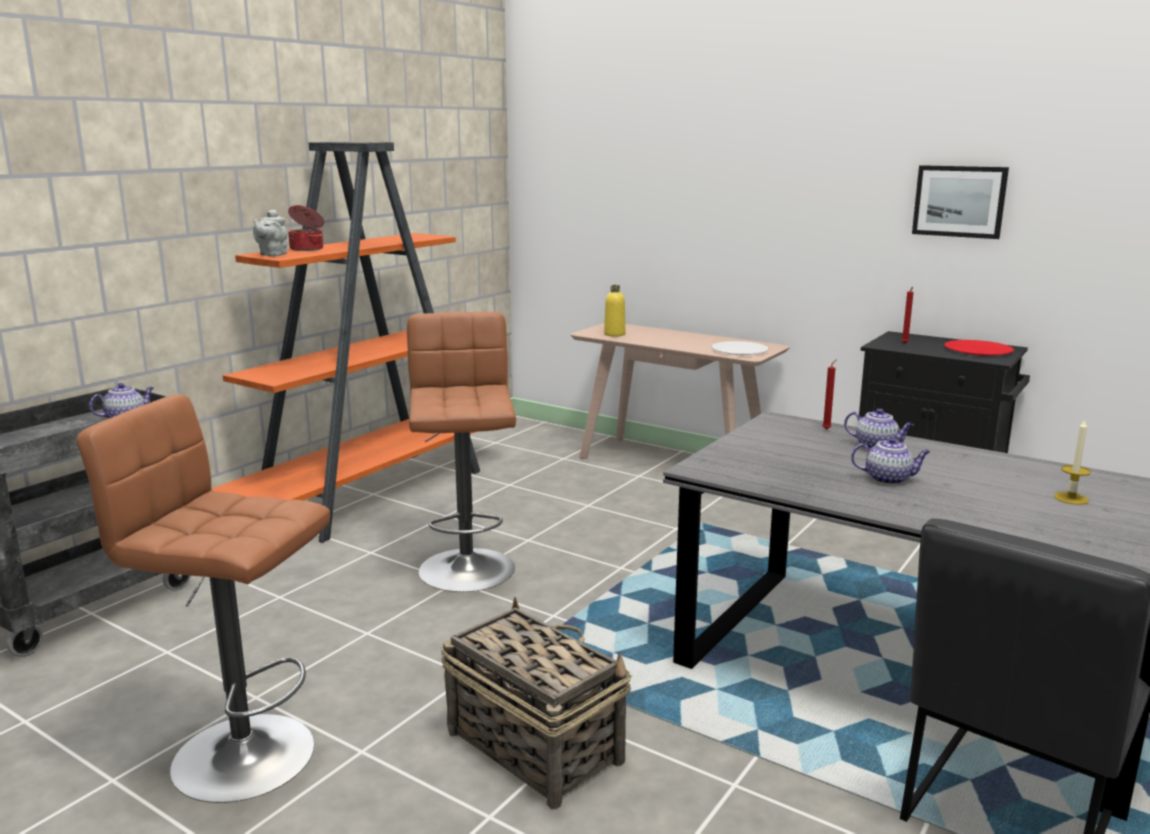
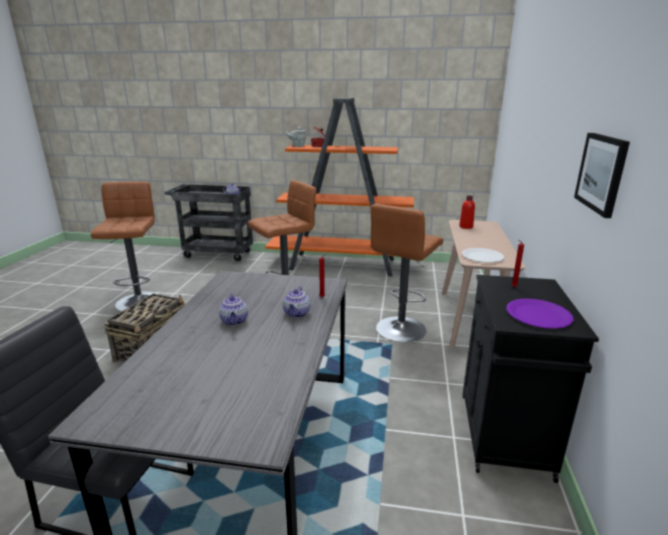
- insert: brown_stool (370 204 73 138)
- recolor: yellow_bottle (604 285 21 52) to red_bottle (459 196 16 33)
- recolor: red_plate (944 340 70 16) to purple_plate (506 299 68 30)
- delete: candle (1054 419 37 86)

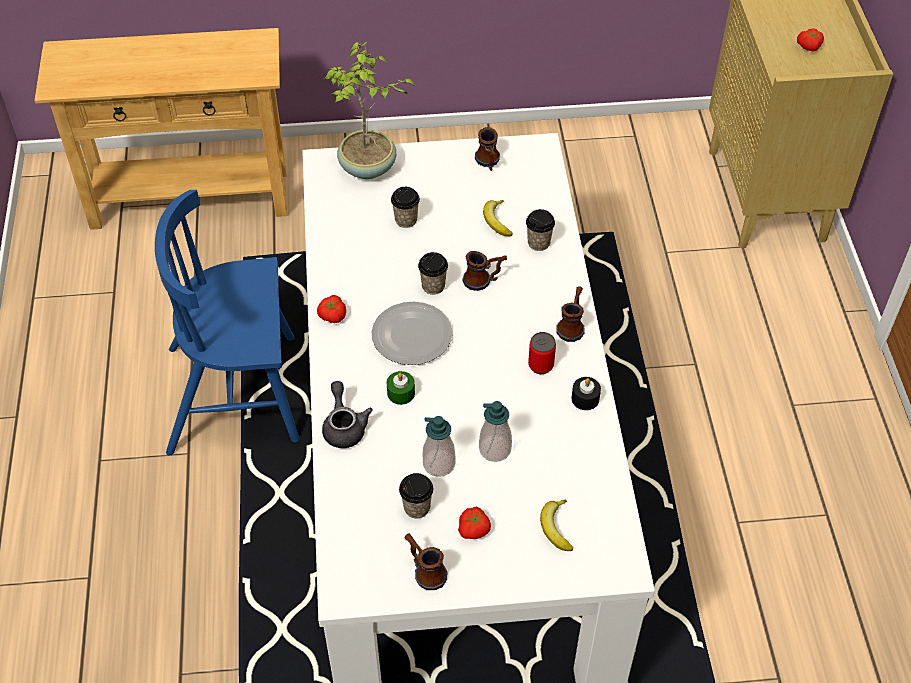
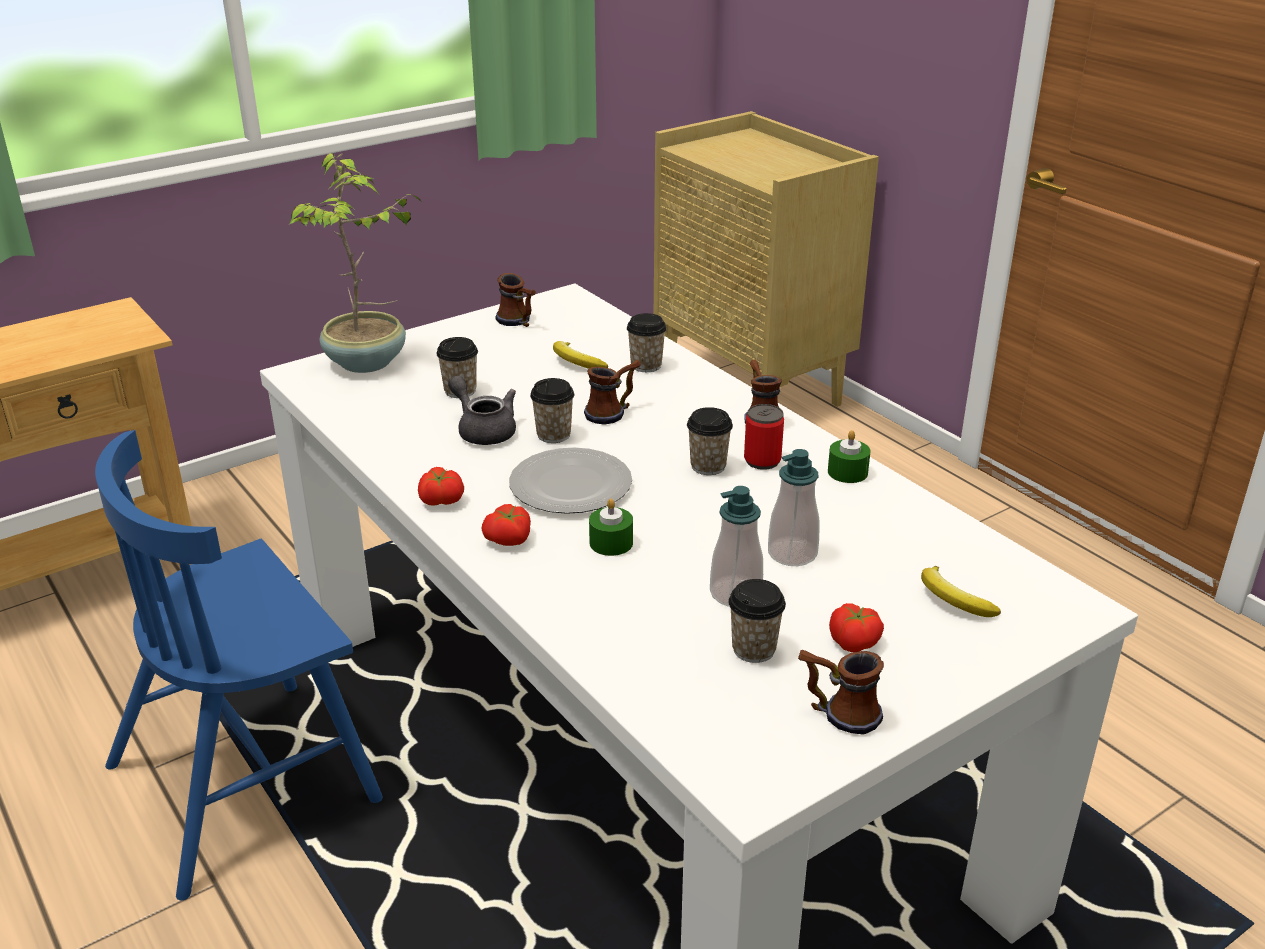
- move: grey_teapot (322 381 51 67) to (448 376 68 69)
- move: tomato (797 28 27 23) to (481 504 50 42)
- insert: cup (687 407 46 68)
- recolor: black_candle (571 377 30 33) to green_candle (828 430 43 53)

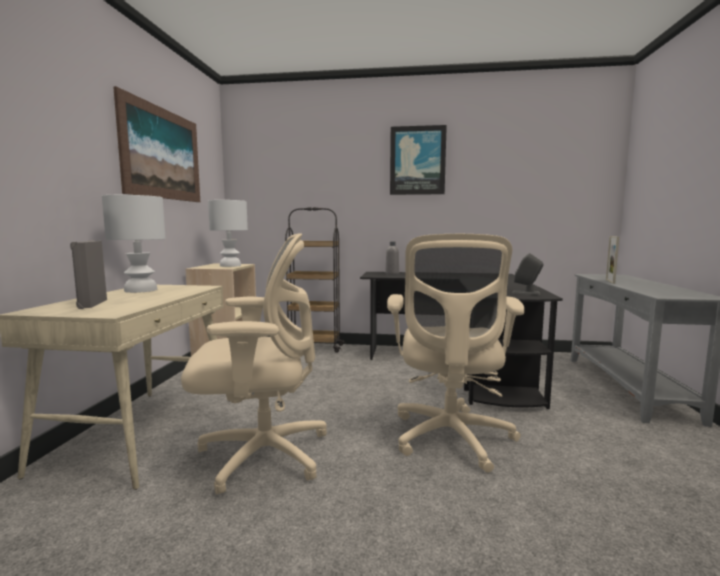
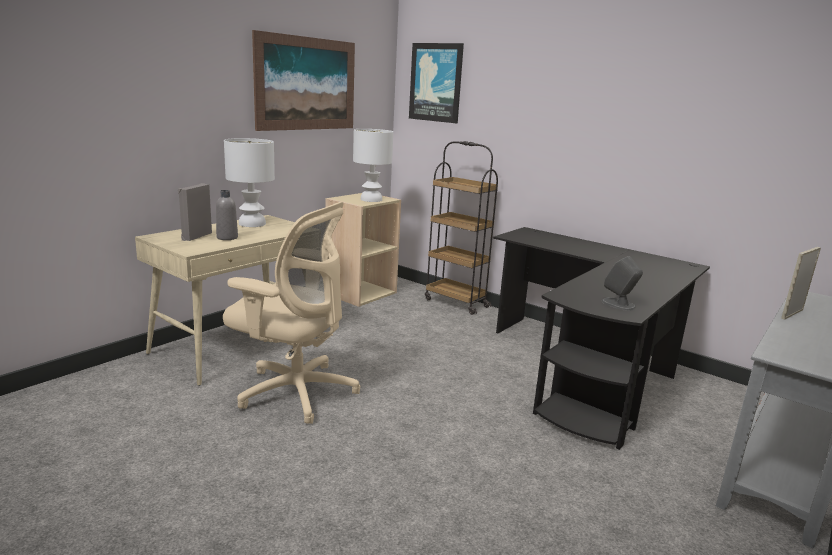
- move: grey_bottle (385 242 14 32) to (216 190 22 50)
- move: picture (390 125 57 70) to (409 43 55 80)
- delete: beige_office_chair (387 234 137 239)

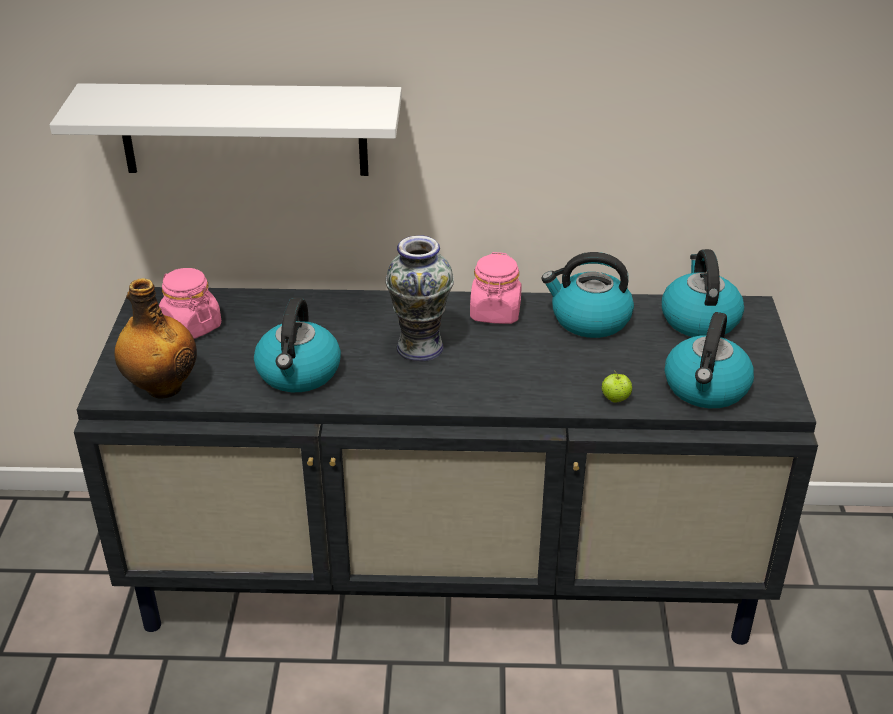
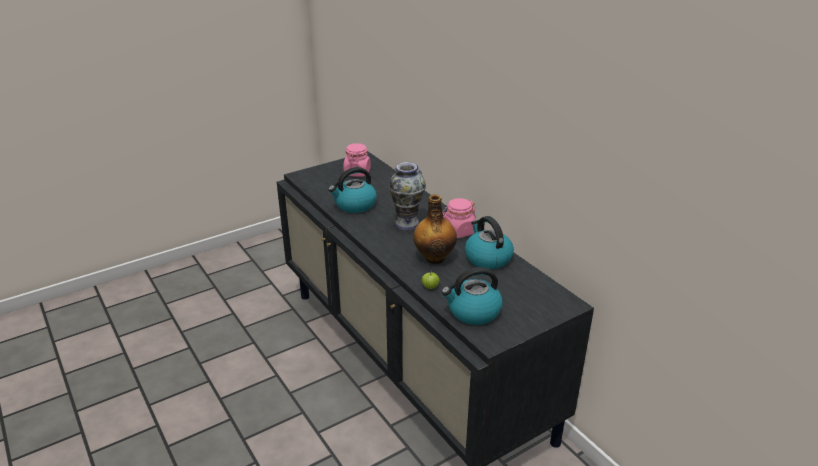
- move: bottle (114 278 83 121) to (413 194 44 70)
- delete: white_shelf (50 83 352 93)
- delete: kettle (662 249 82 88)

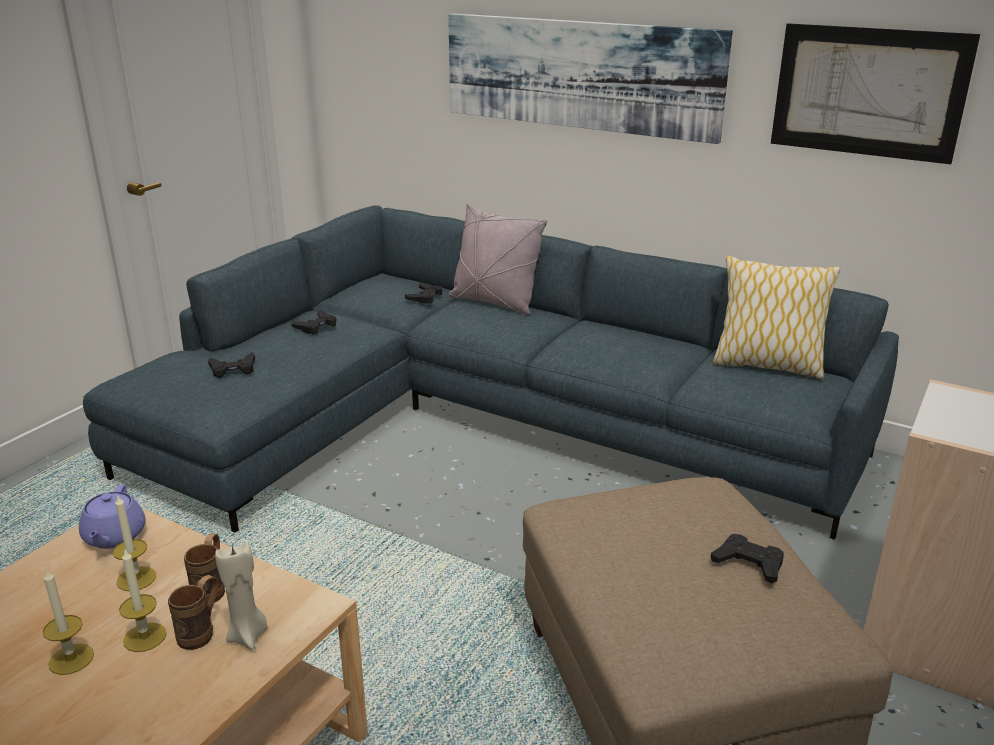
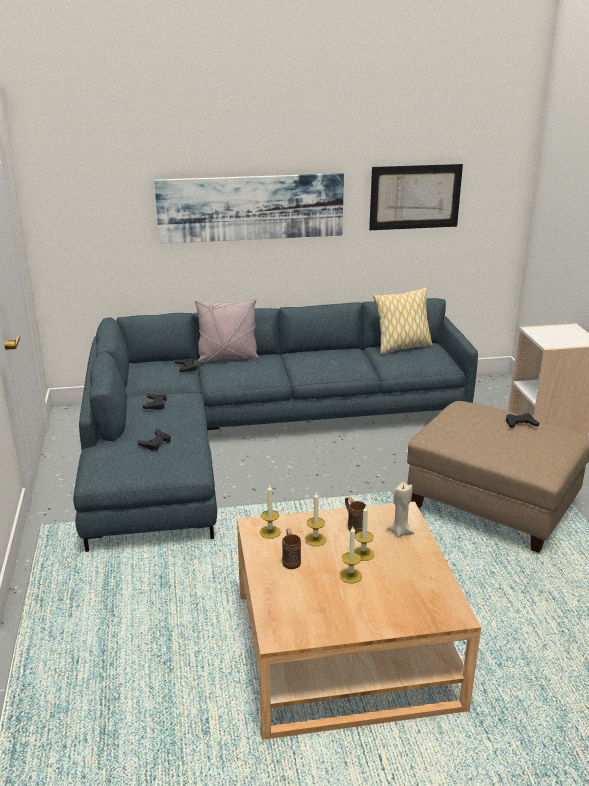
- replace: purple_teapot (79 484 66 65) to candle (260 484 21 55)
- move: brown_mug (168 575 51 75) to (282 528 19 41)

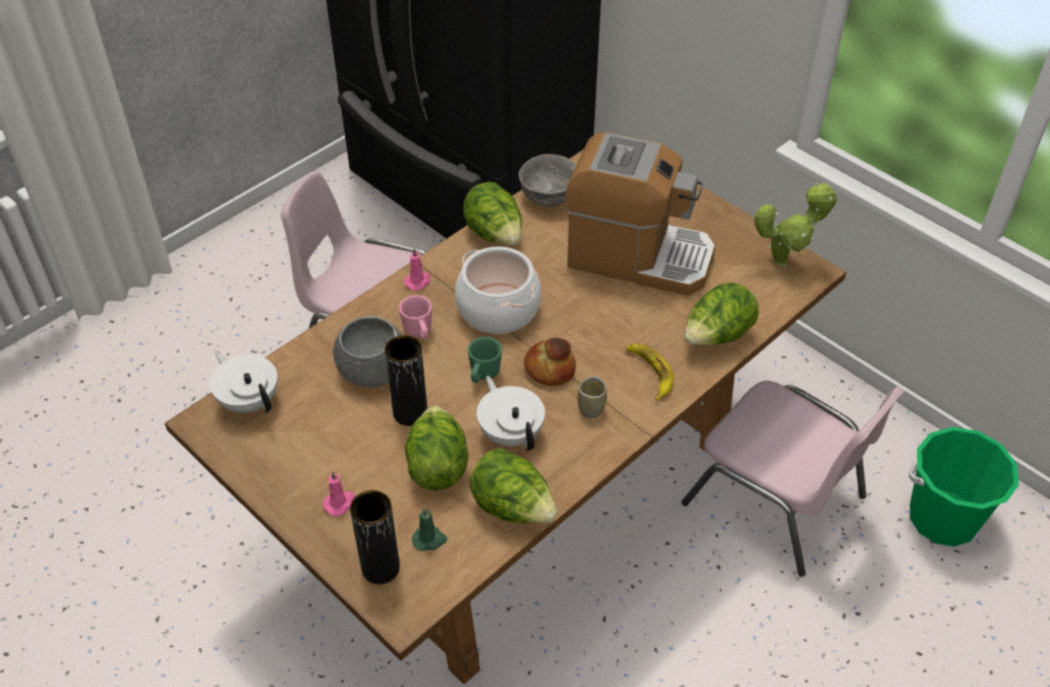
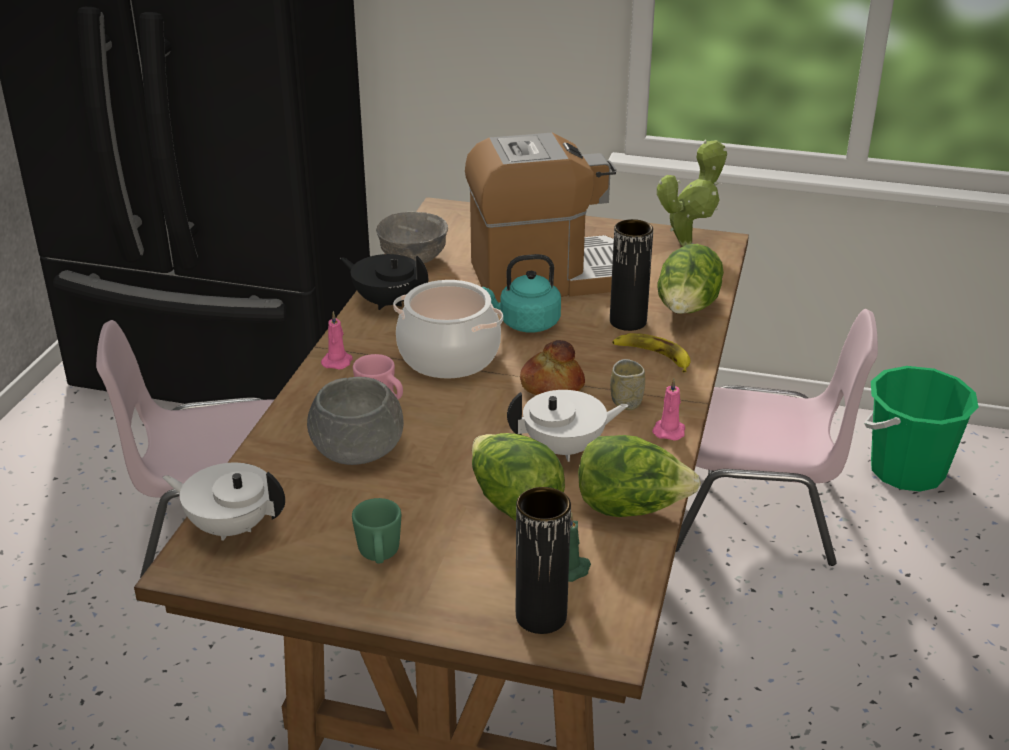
- replace: lettuce (463 182 59 63) to black_teapot (340 254 88 56)
- move: green_mug (468 337 34 46) to (352 498 49 65)
- insert: turquoise_kettle (482 254 79 79)
- rotate: white_teapot (477 376 68 75) = (507 390 122 72) 135 degrees clockwise
- move: black_vase (385 335 42 91) to (610 219 43 112)
- move: pink_candle (323 471 32 45) to (652 378 33 63)

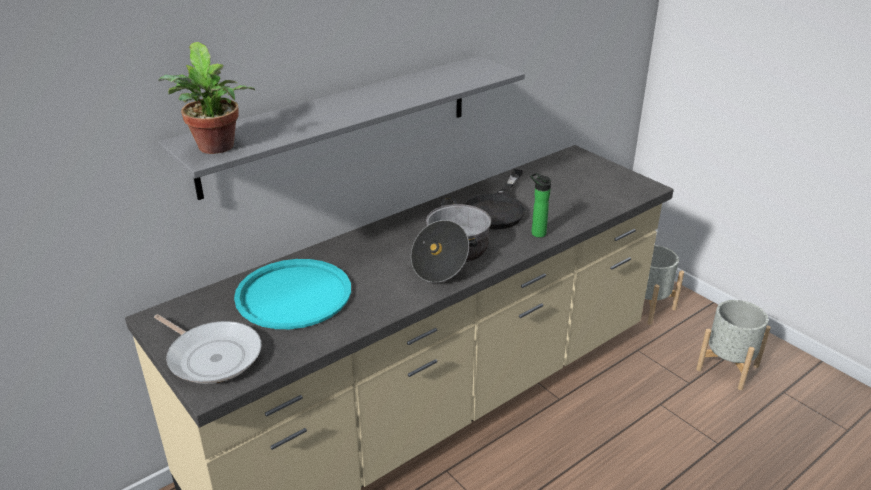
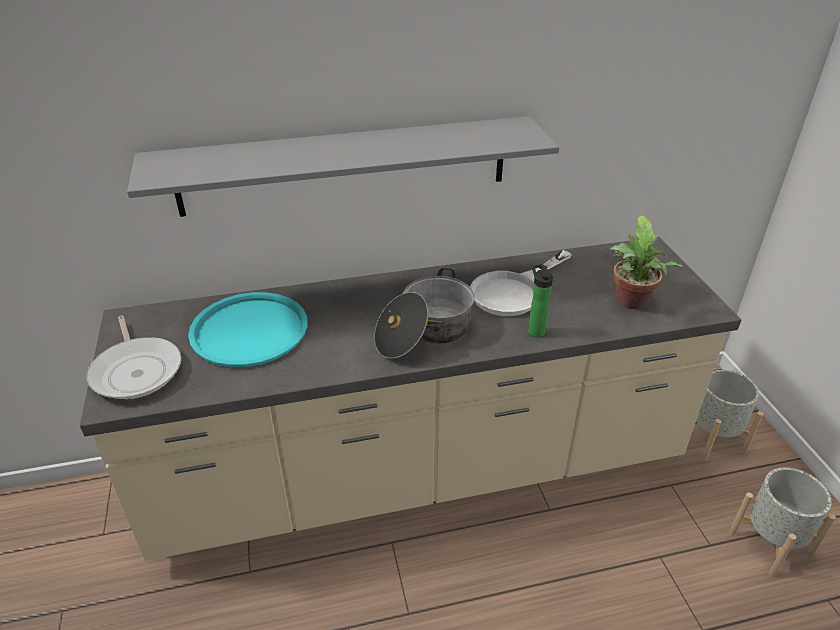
- recolor: black_frying_pan (463 169 63 61) to white_frying_pan (470 250 102 66)
- move: potted_plant (158 42 97 112) to (609 215 74 94)

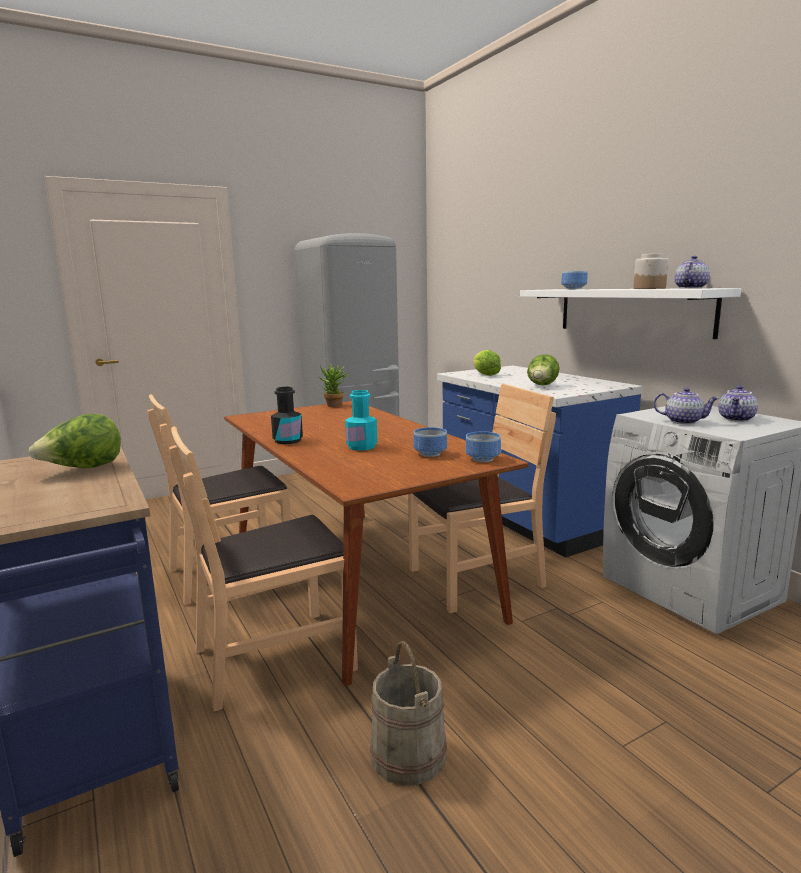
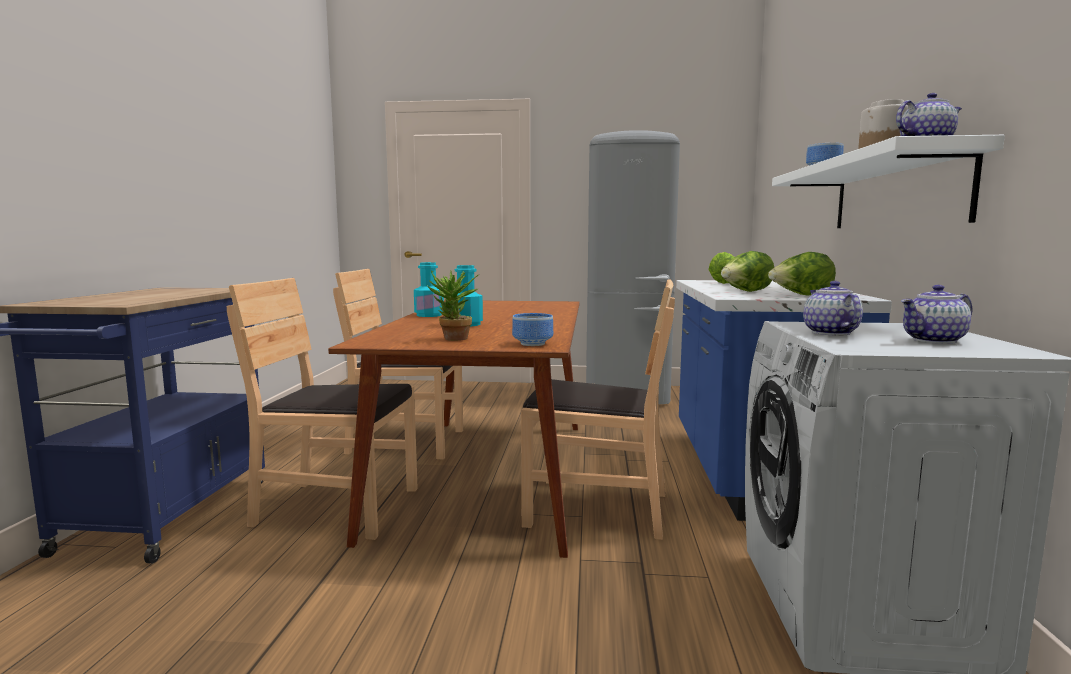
- recolor: black_bottle (271 387 32 57) to turquoise_bottle (414 262 30 55)
- move: potted_plant (319 364 30 43) to (427 270 51 71)
- move: lettuce (29 414 92 54) to (768 252 68 44)
- rotate: teapot (653 388 66 36) = (803 281 60 54) 150 degrees counterclockwise
- delete: beige_bucket (370 641 77 144)
- delete: bowl (413 427 34 30)

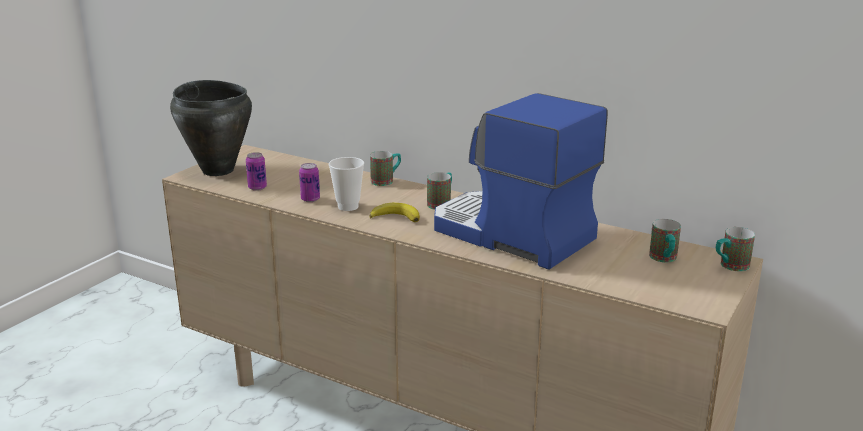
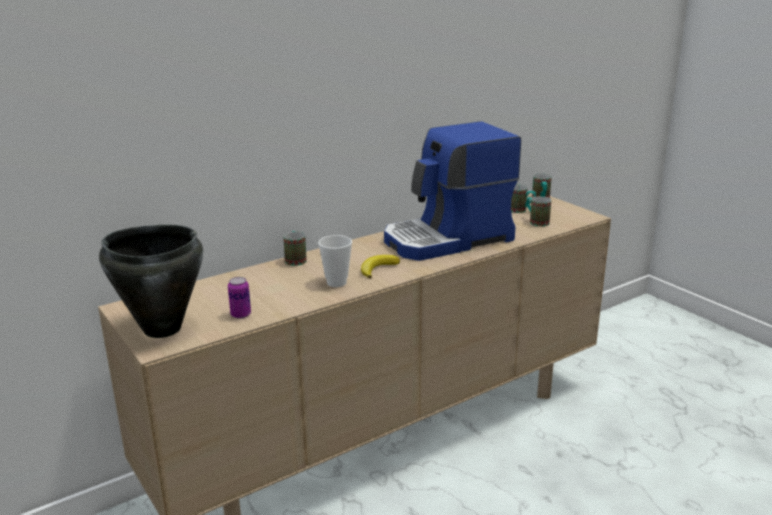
- move: mug (427 172 25 38) to (526 196 25 31)
- delete: can (299 163 21 39)

